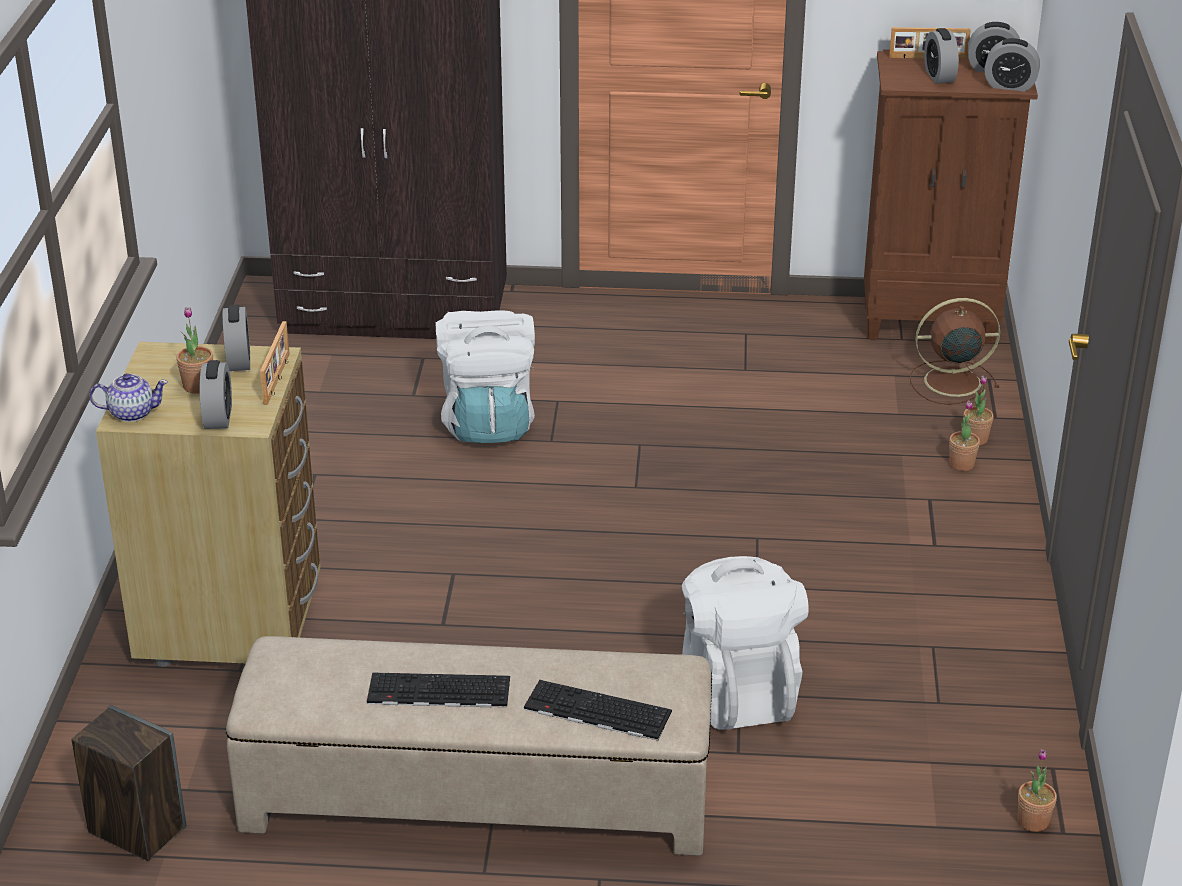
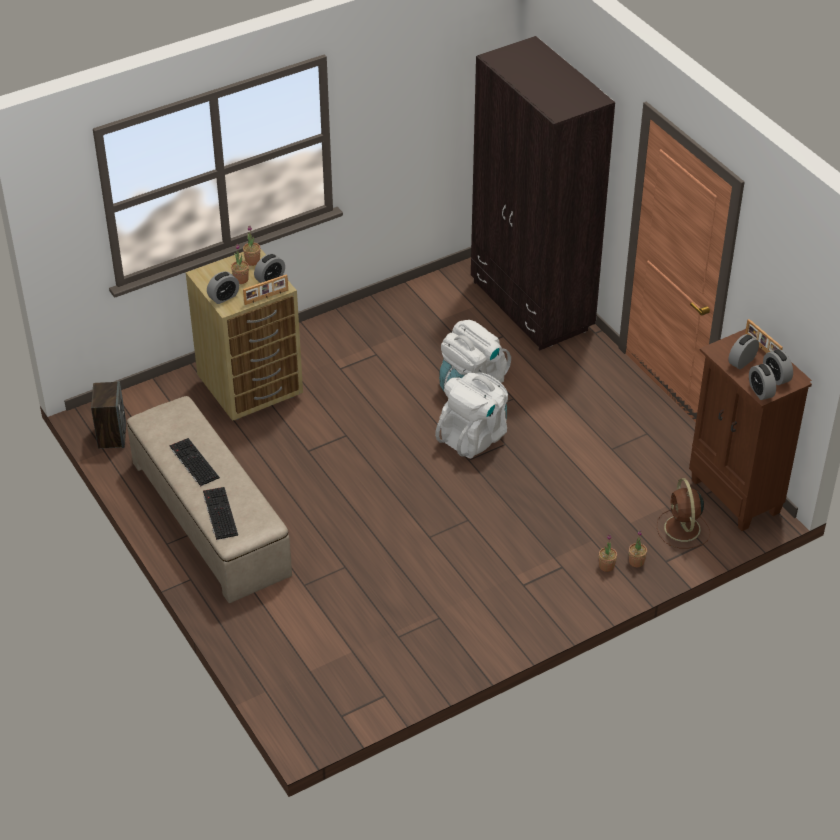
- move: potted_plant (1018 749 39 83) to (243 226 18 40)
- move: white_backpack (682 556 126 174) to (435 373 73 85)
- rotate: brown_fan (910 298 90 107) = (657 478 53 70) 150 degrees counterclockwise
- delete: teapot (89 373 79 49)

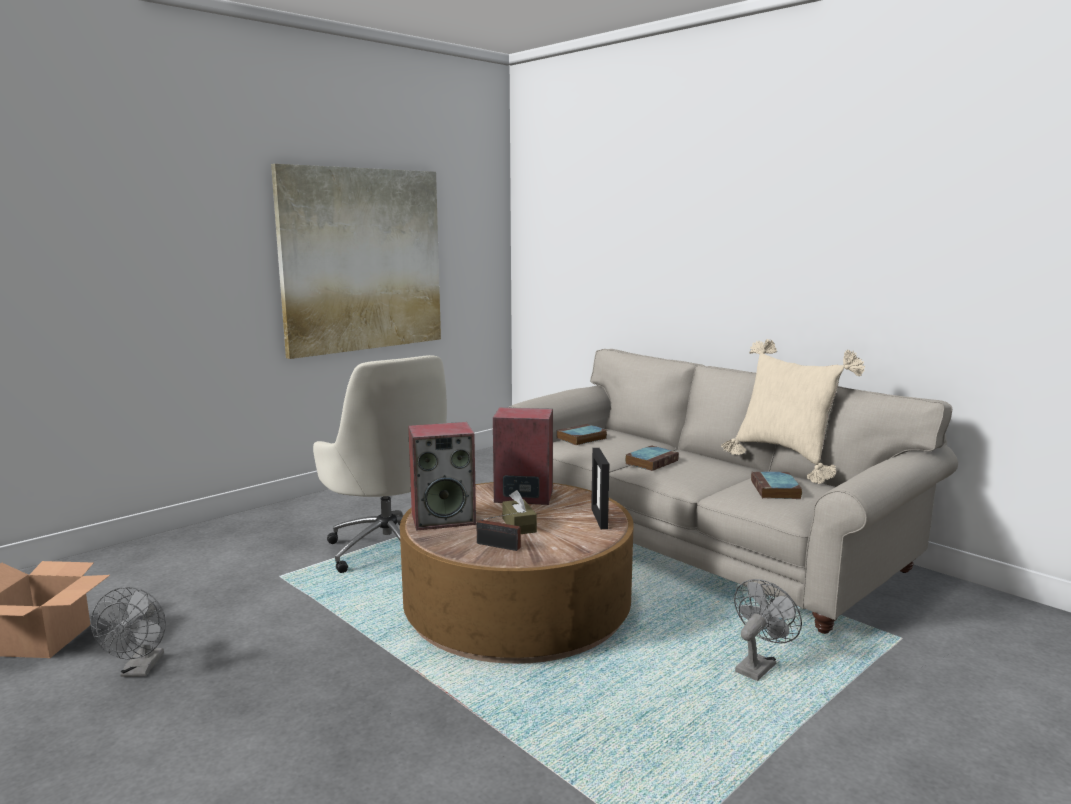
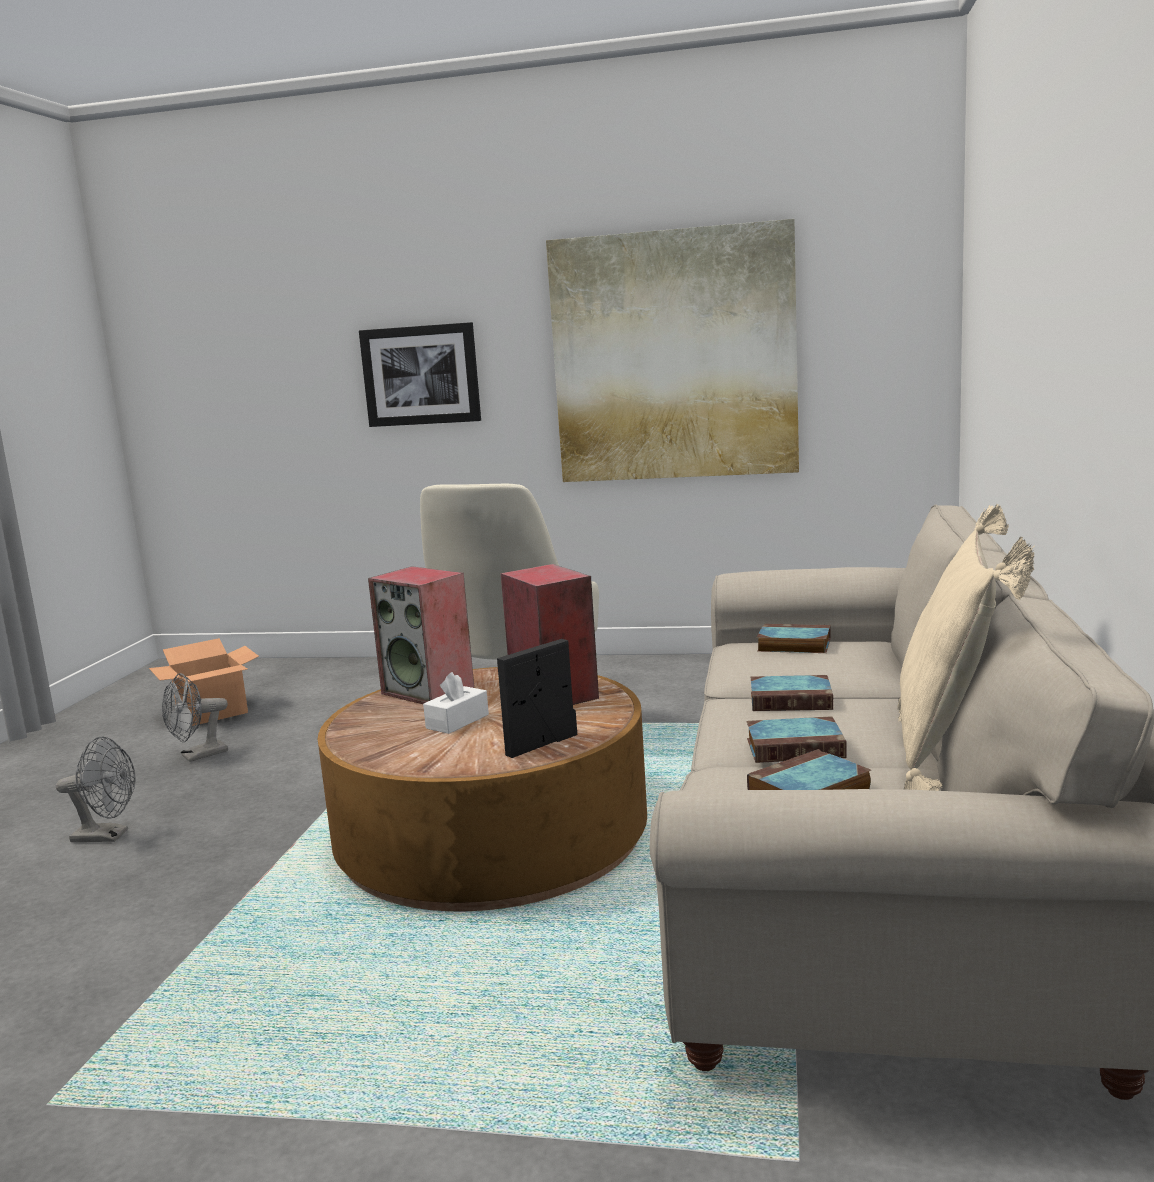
- move: grey_fan (734 579 68 102) to (56 736 80 106)
- insert: picture (359 322 122 105)
- recolor: brown_tissue_box (502 490 35 44) to white_tissue_box (423 672 66 62)
- insert: book (746 716 101 47)
- delete: radio (476 511 49 40)

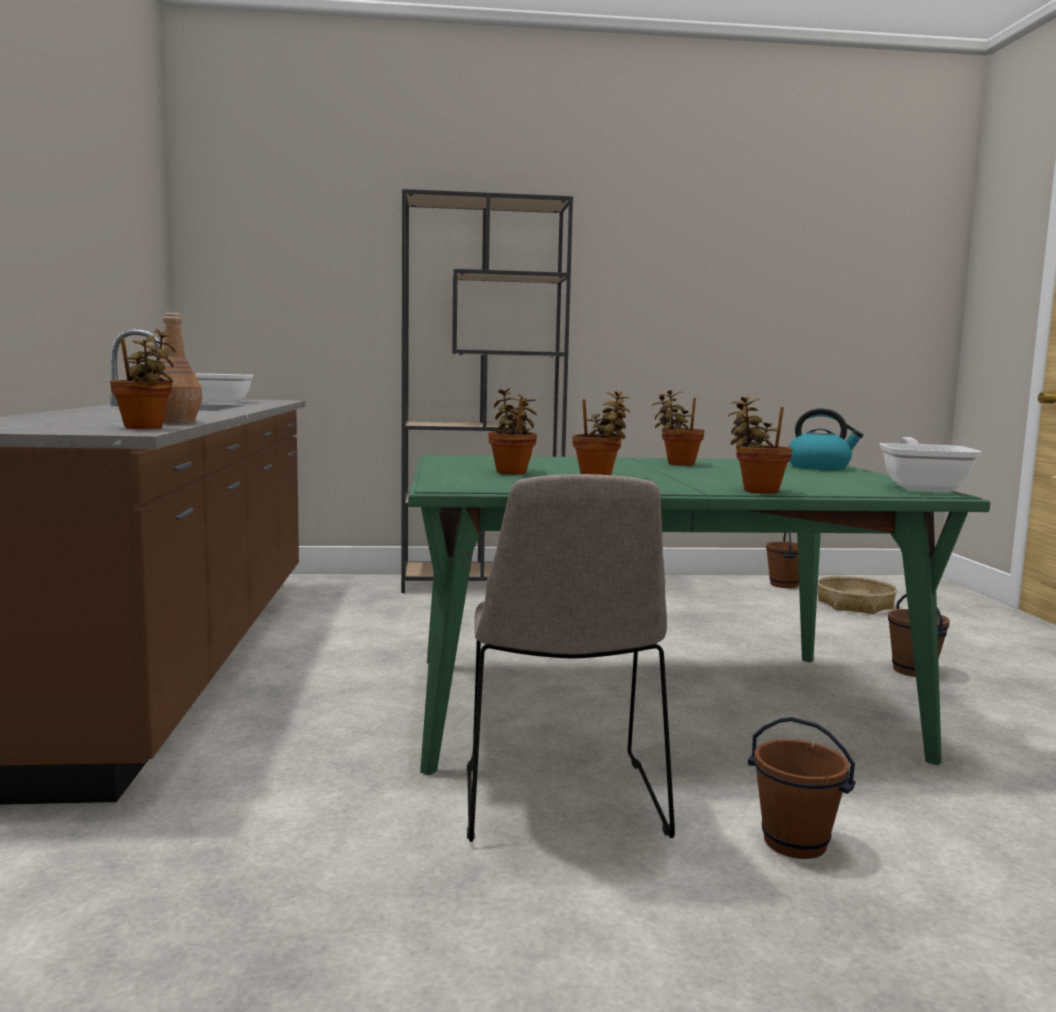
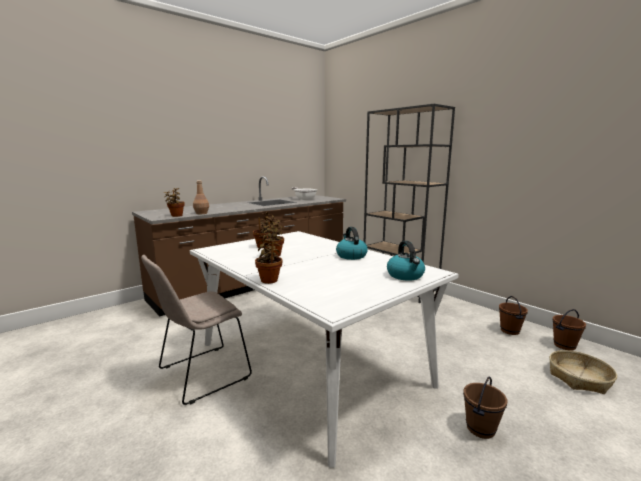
- recolor: green_dining_table (408 455 582 320) to white_dining_table (190 231 269 237)
- replace: potted_plant (652 390 53 76) to kettle (336 227 32 33)
- move: brown_bucket (748 717 108 142) to (499 296 29 39)
- delete: frying_pan (880 437 101 55)

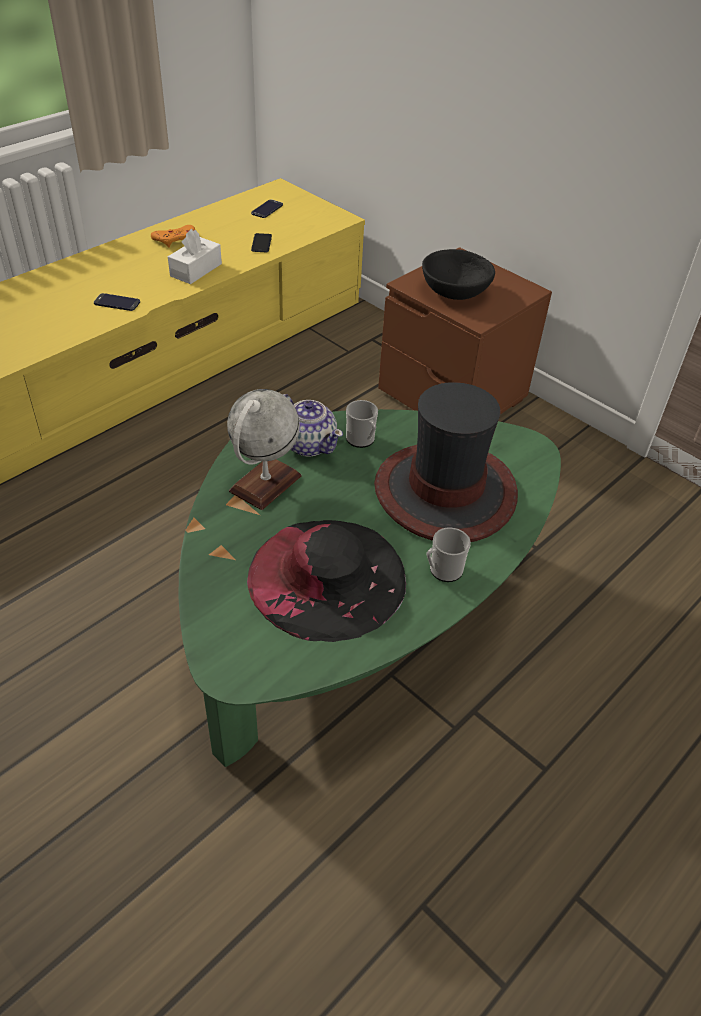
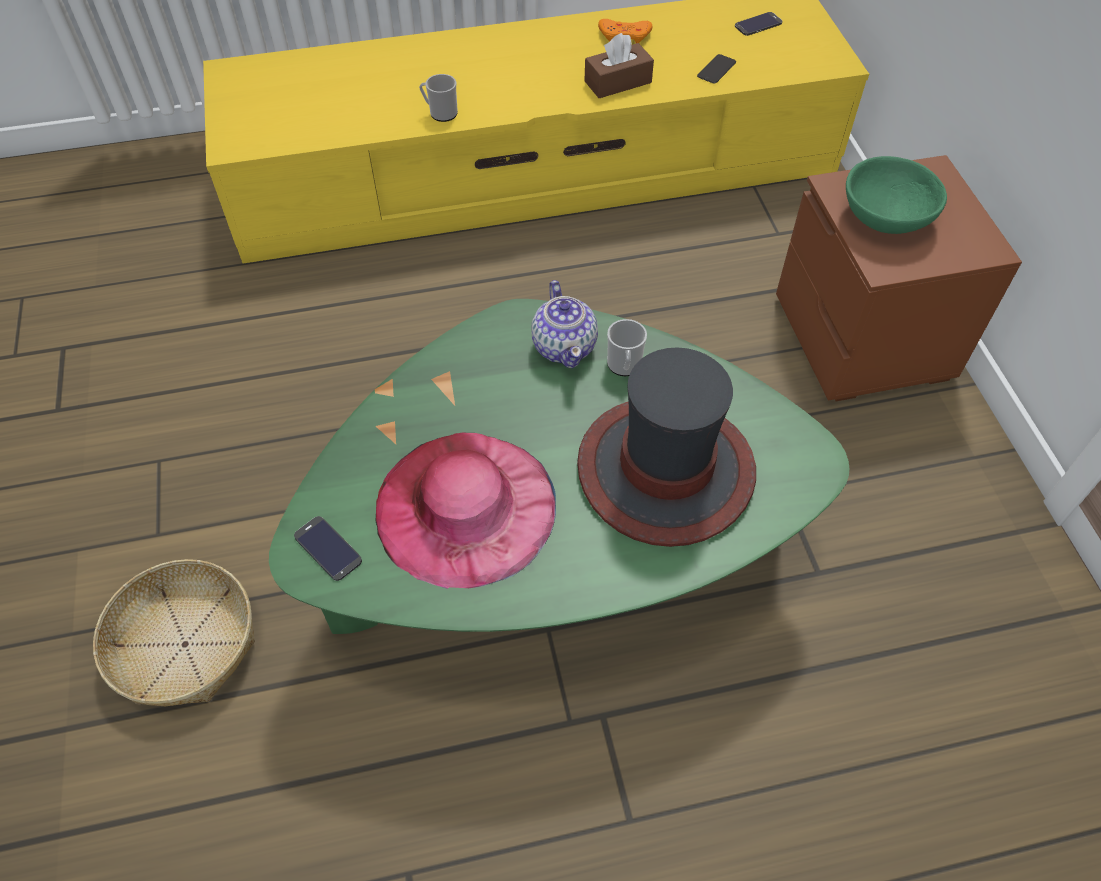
- insert: basket (93 559 162 147)
- move: phone (94 293 46 18) to (294 516 68 65)
- recolor: black_hat (247 520 159 122) to pink_hat (376 433 180 156)
- move: mug (427 528 44 54) to (419 74 39 48)
- recolor: white_tissue_box (168 229 54 55) to brown_tissue_box (584 33 70 65)
- recolor: black_bowl (422 249 73 51) to green_bowl (846 156 101 78)
- delete: globe (227 389 74 121)

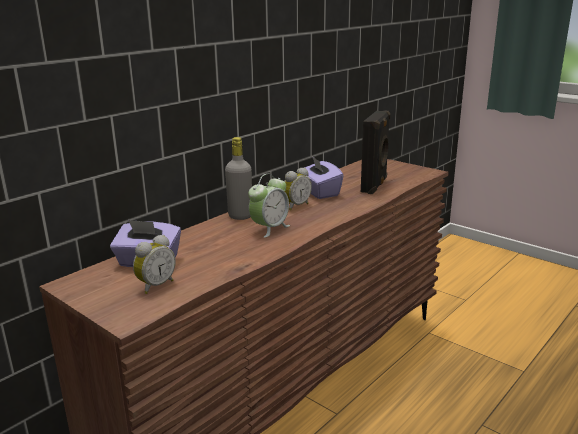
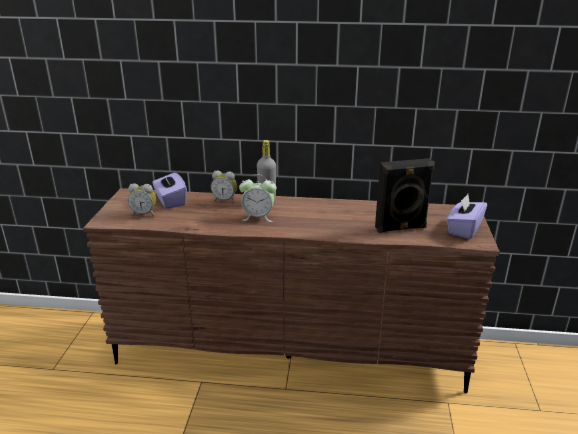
- move: alarm_clock (284 167 28 43) to (211 171 26 32)
- move: purple_tissue_box (299 156 45 43) to (447 194 40 45)

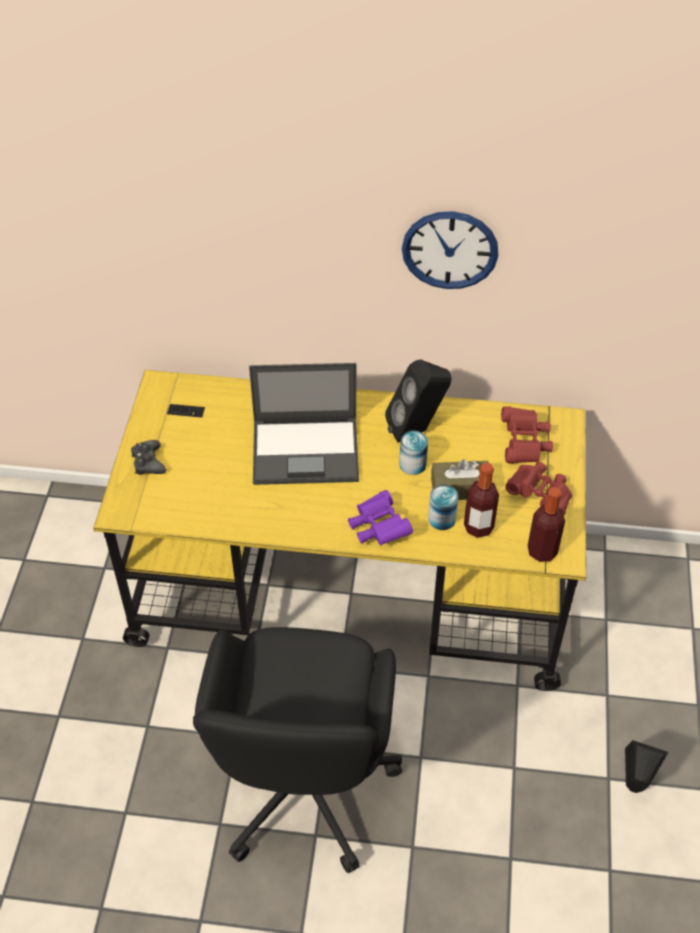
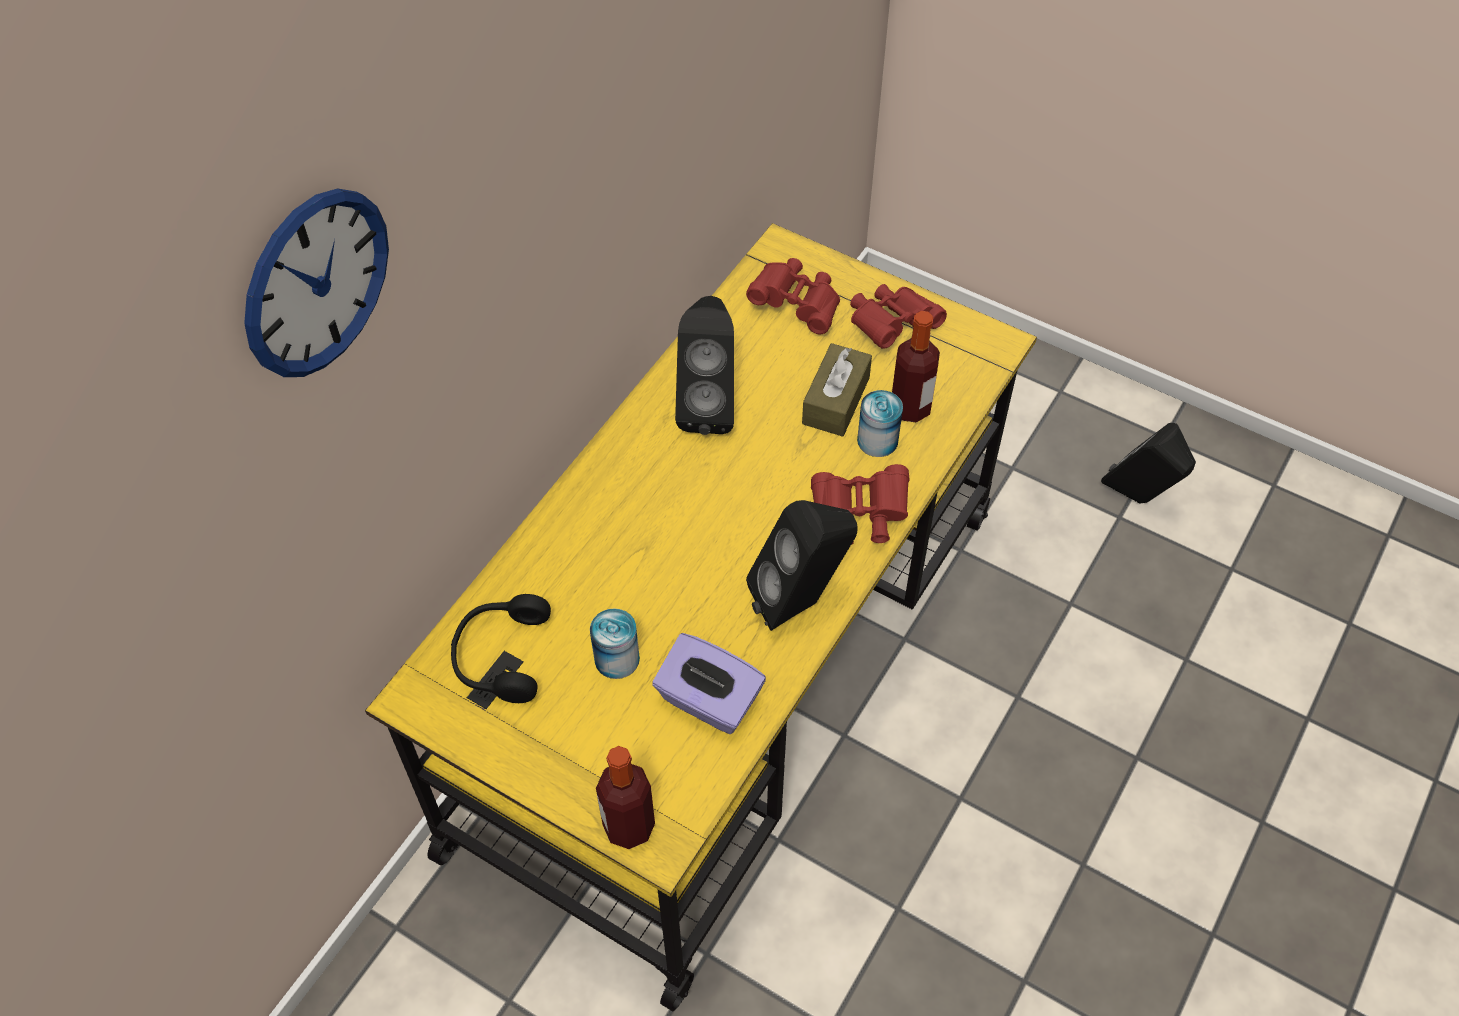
- move: wall_clock (402 211 96 78) to (244 188 145 189)
- insert: black_headphones (451 594 100 109)
- move: can (399 431 29 44) to (590 608 50 71)
- move: bottle (528 487 37 75) to (596 746 59 103)
- insert: purple_tissue_box (652 633 114 101)
- insert: black_speaker (746 500 112 131)
- recolor: purple_binoculars (348 490 65 55) to red_binoculars (811 464 98 81)
- delete: black_game_controller (131 440 35 35)
- delete: black_office_chair (193 627 209 246)
- delete: laptop (249 363 110 122)

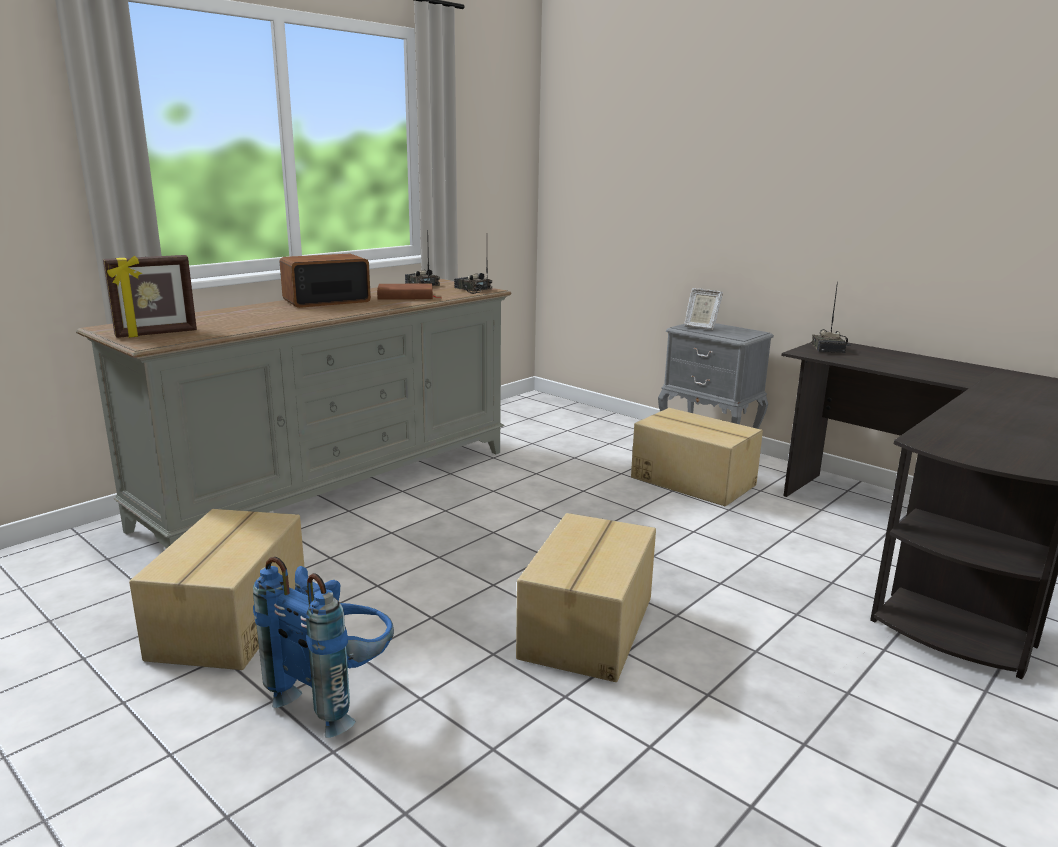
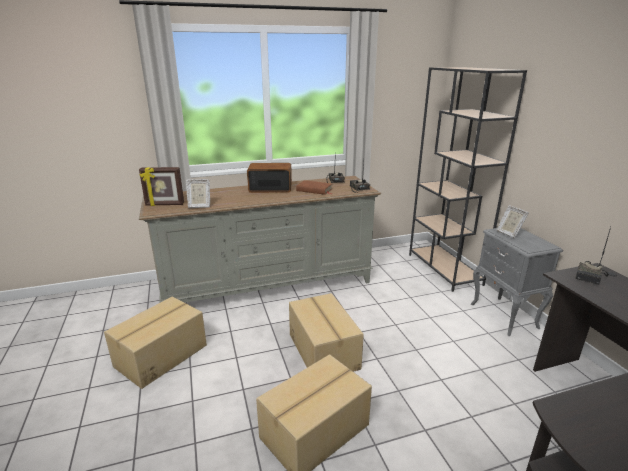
- insert: picture_frame (186 179 24 29)
- move: cardboard_box (631 408 132 98) to (289 293 75 79)
- insert: bookcase (409 67 118 225)
- delete: blue_backpack (253 557 141 181)

